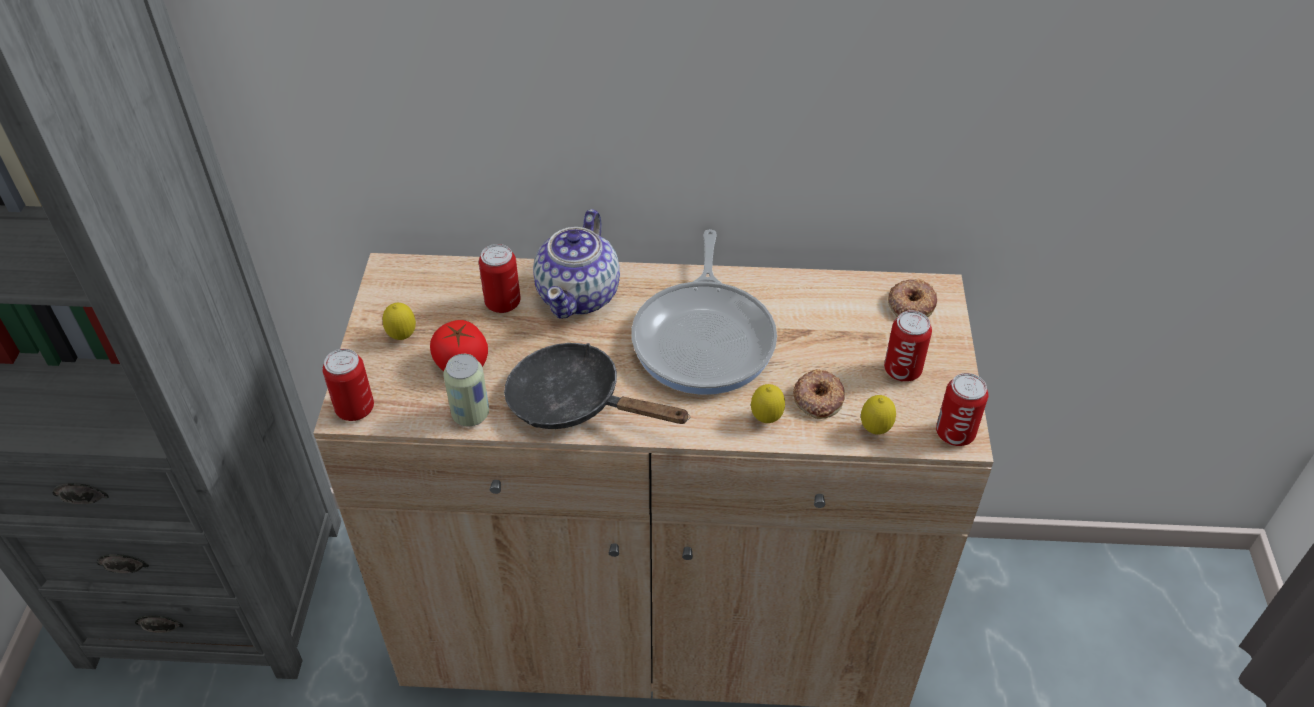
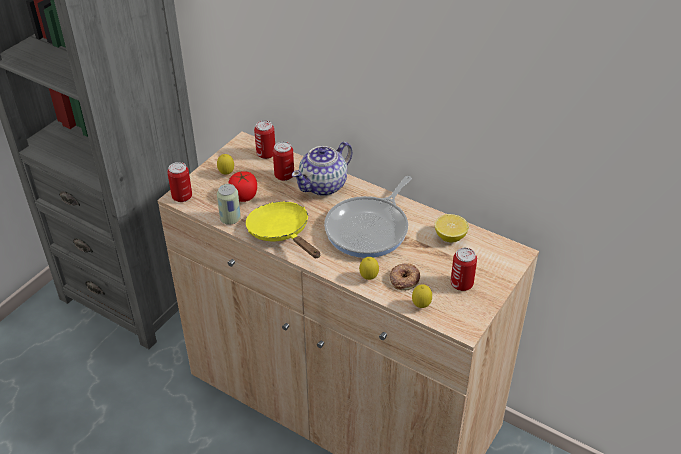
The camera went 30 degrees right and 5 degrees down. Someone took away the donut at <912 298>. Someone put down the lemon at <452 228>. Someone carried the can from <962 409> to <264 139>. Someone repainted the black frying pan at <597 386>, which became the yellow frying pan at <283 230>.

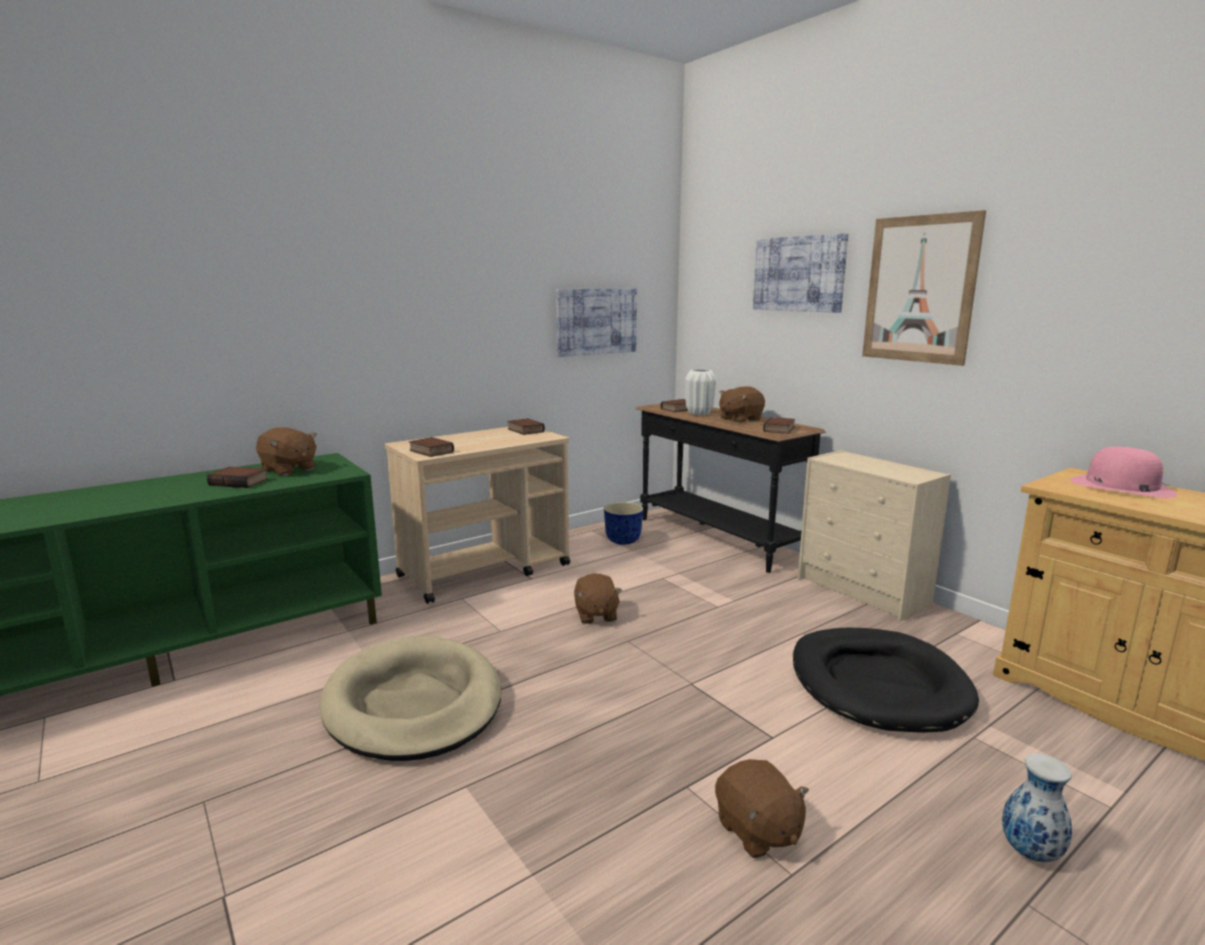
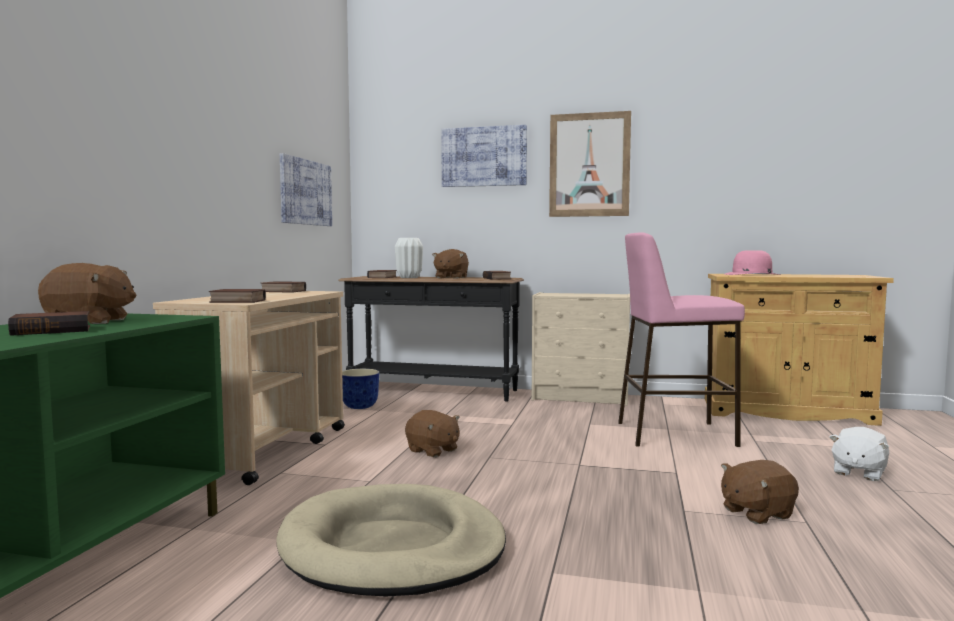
The camera went 40 degrees left and 10 degrees down. Someone swapped the black dog bed at <886 680> for the pink stool at <681 339>. Someone swapped the vase at <1037 807> for the white plush toy at <859 454>. Someone rotated the brown plush toy at <762 808> by 135 degrees clockwise.

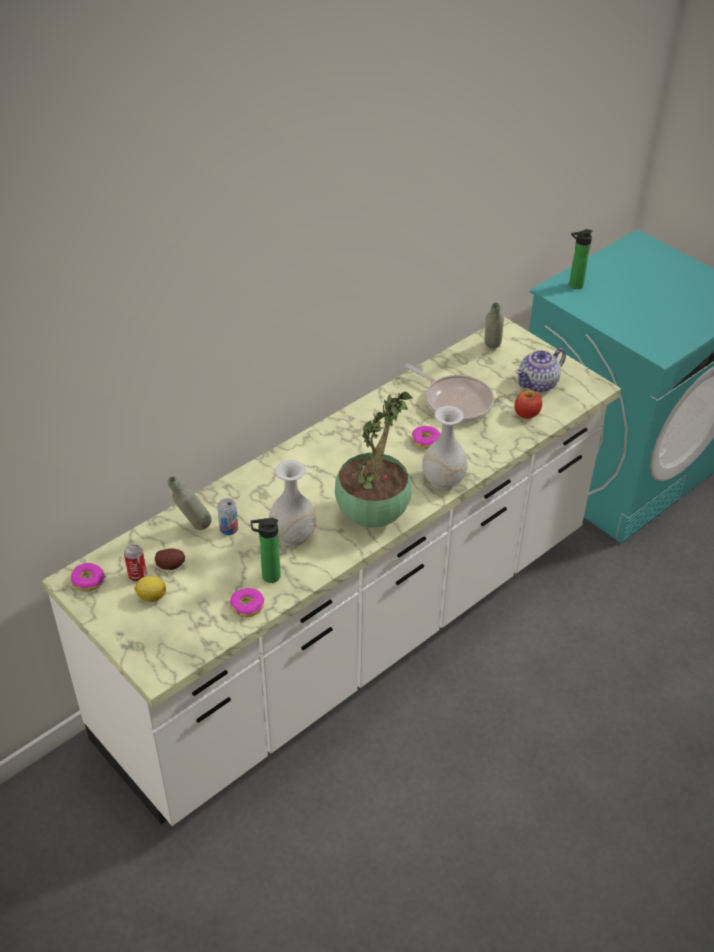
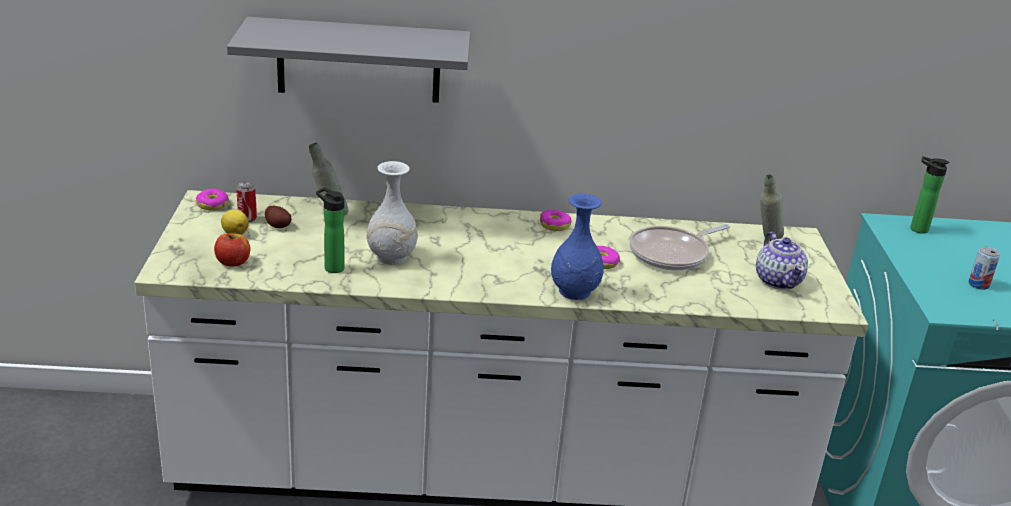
The camera went 40 degrees right and 15 degrees down. Someone took away the potted plant at <374 460>. Someone put up the grey shelf at <349 60>. Someone carried the can from <227 516> to <984 268>. Someone carried the donut from <247 602> to <555 220>. Someone carried the apple from <528 405> to <232 249>. Someone repainted the white vase at <445 448>, which became the blue vase at <577 247>. Someone rotated the frying pan at <449 393> by 60 degrees clockwise. Someone rotated the teapot at <541 370> by 105 degrees counterclockwise.

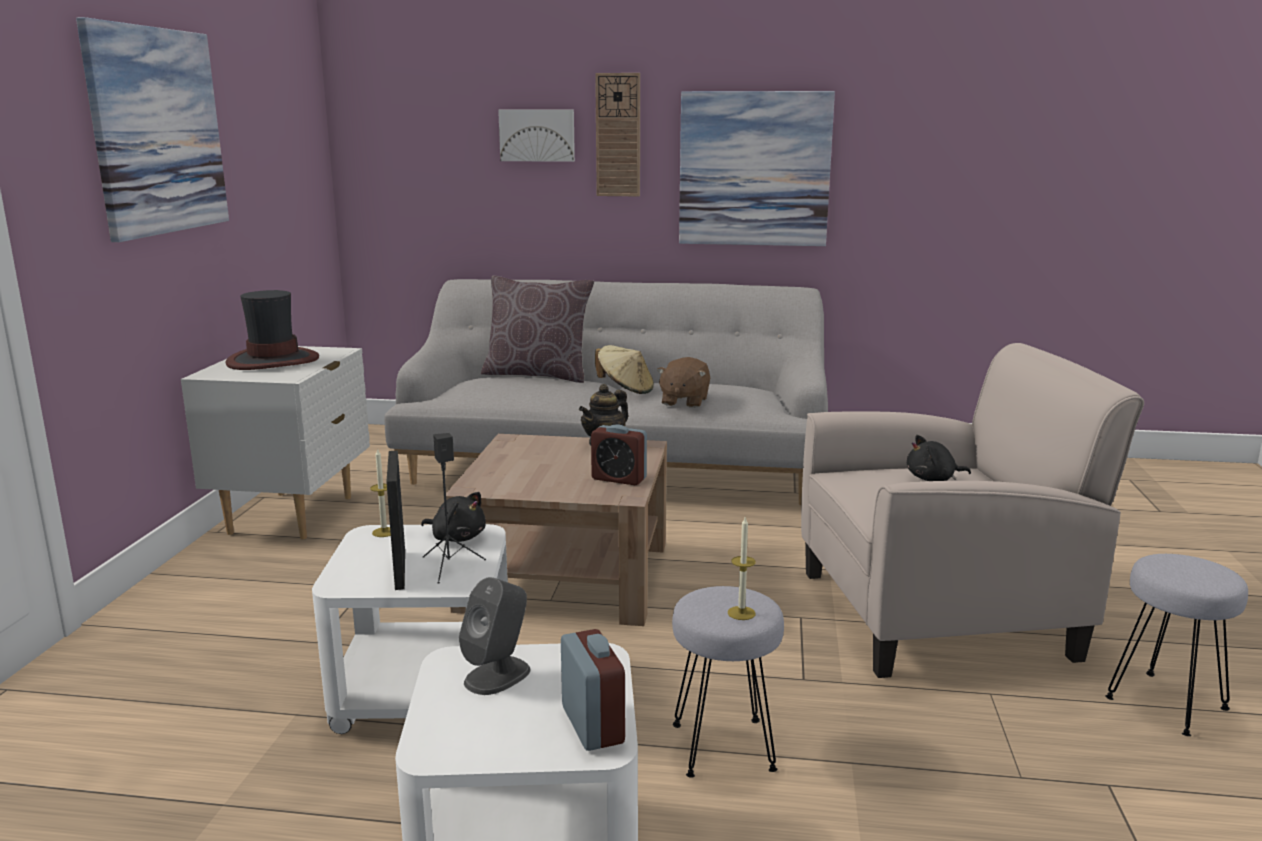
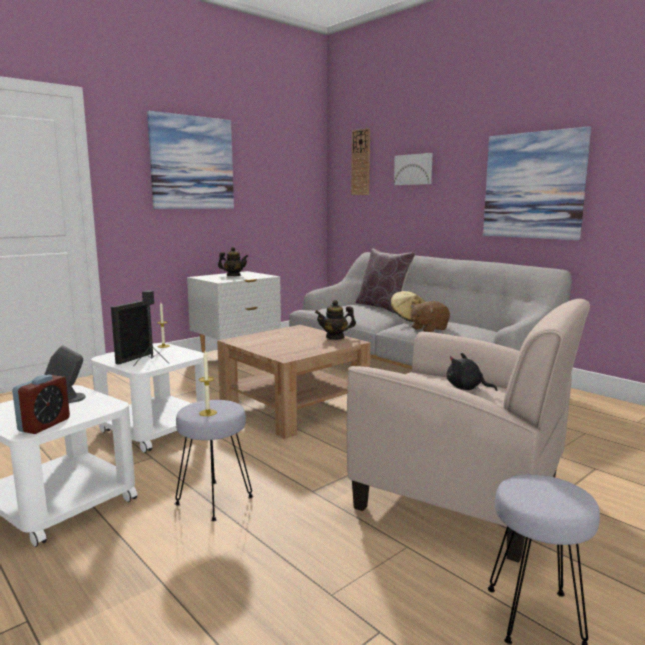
The camera went 40 degrees right and 5 degrees down. Someone took away the black plush toy at <453 517>. Someone took away the alarm clock at <619 455>. Someone carried the wall clock from <617 134> to <360 161>. Someone swapped the hat at <272 330> for the teapot at <233 261>.

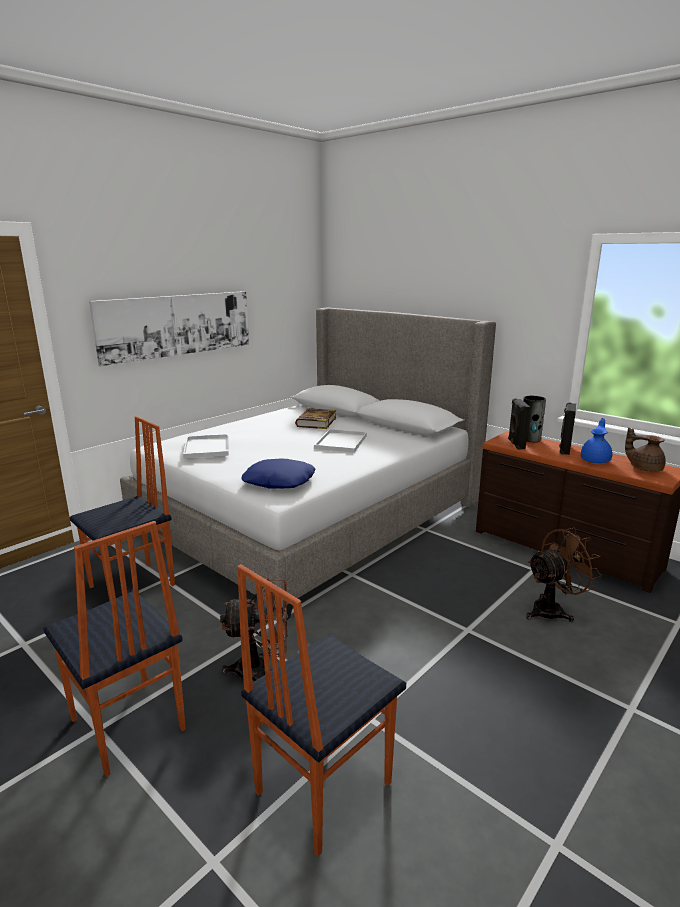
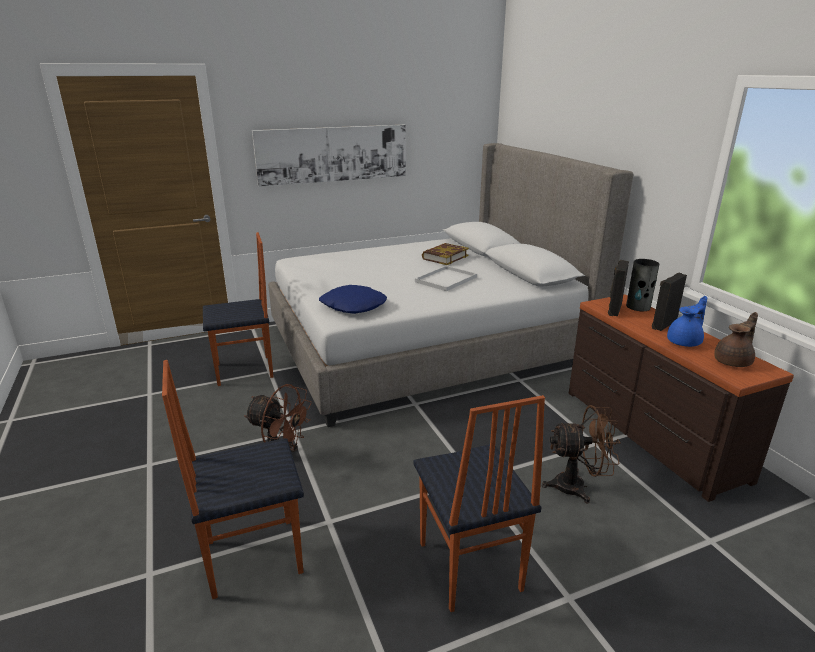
The camera went 25 degrees right and 5 degrees up. Someone took away the white tray at <206 446>. Someone carried the chair from <114 649> to <479 503>. Someone rotated the brown teapot at <645 449> by 90 degrees clockwise.

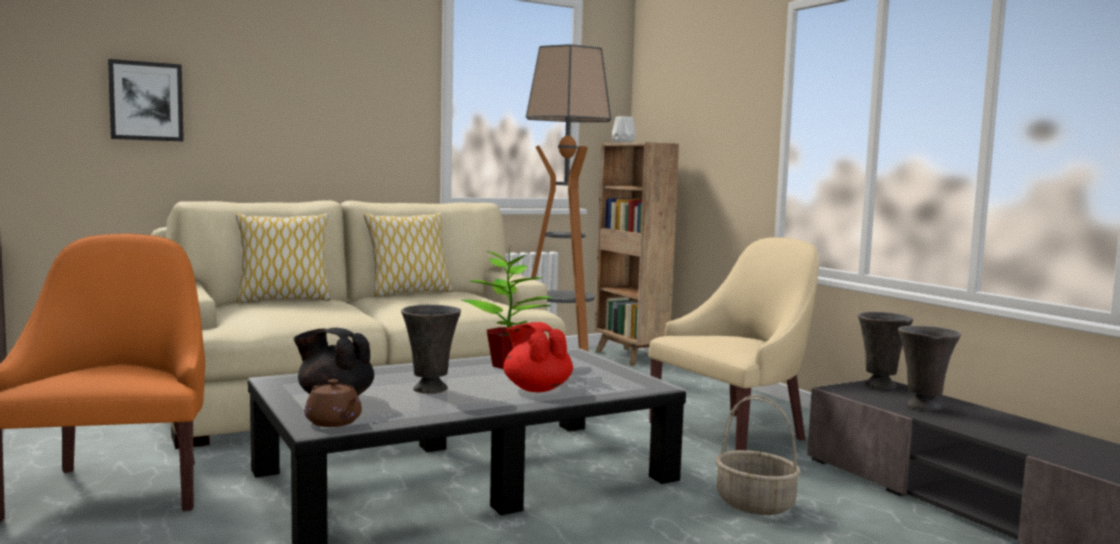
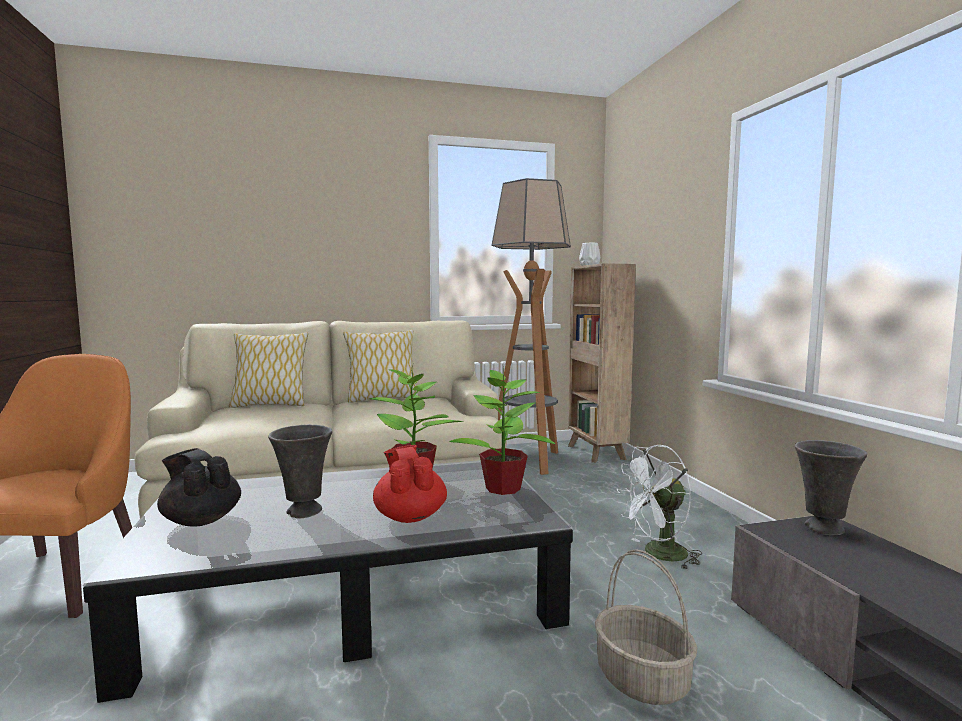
The camera went 15 degrees right and 0 degrees up. Someone took away the picture at <146 100>. Someone took away the brown teapot at <333 403>. Someone took away the grey vase at <929 368>. Someone put down the potted plant at <502 430>. Someone swapped the beige armchair at <733 344> for the white fan at <659 507>.

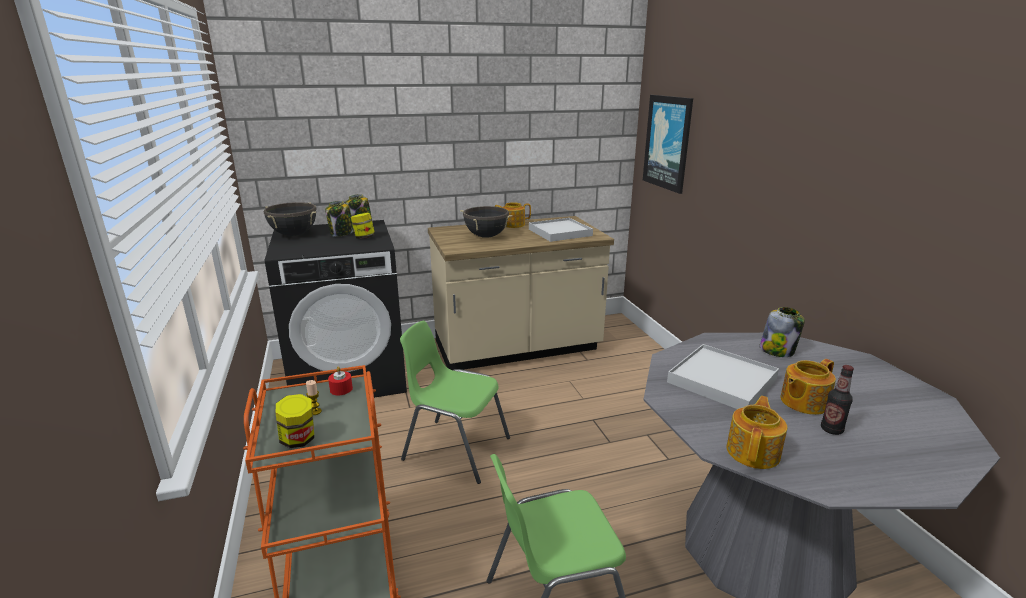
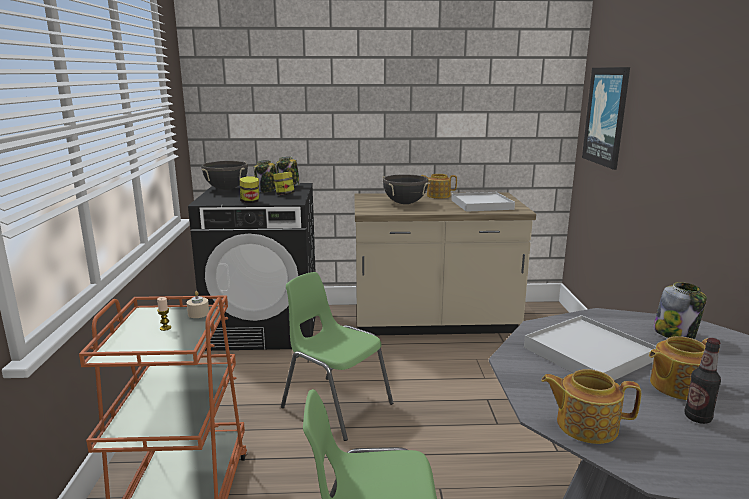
The camera went 15 degrees right and 5 degrees down. Someone carried the jar from <294 421> to <249 189>. Someone repainted the red candle at <340 380>, which became the beige candle at <198 304>. Someone rotated the teapot at <756 432> by 120 degrees counterclockwise.

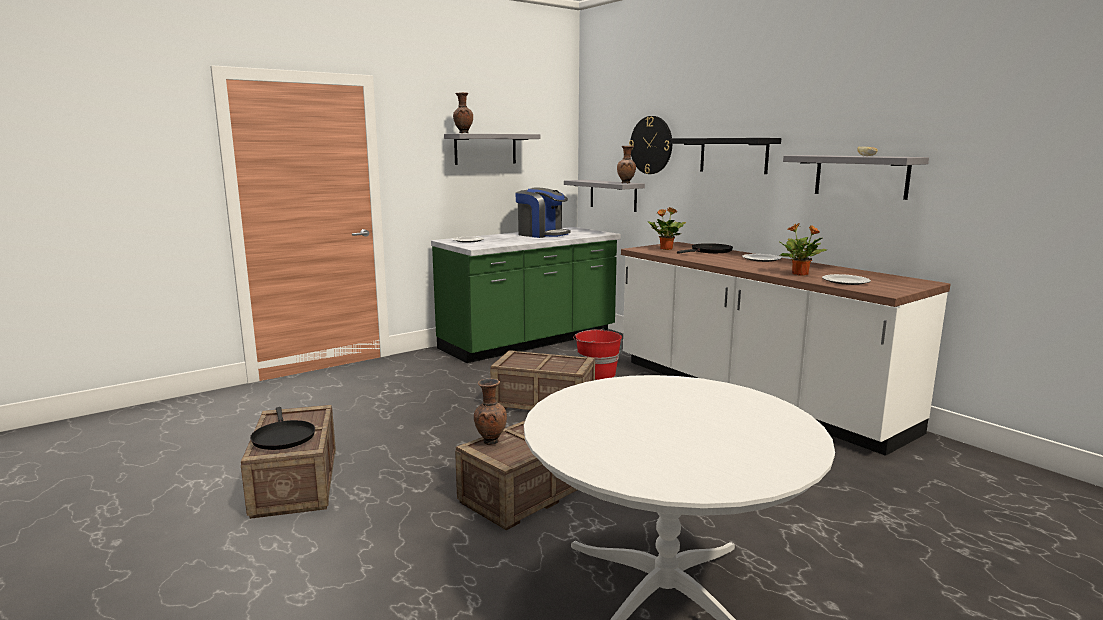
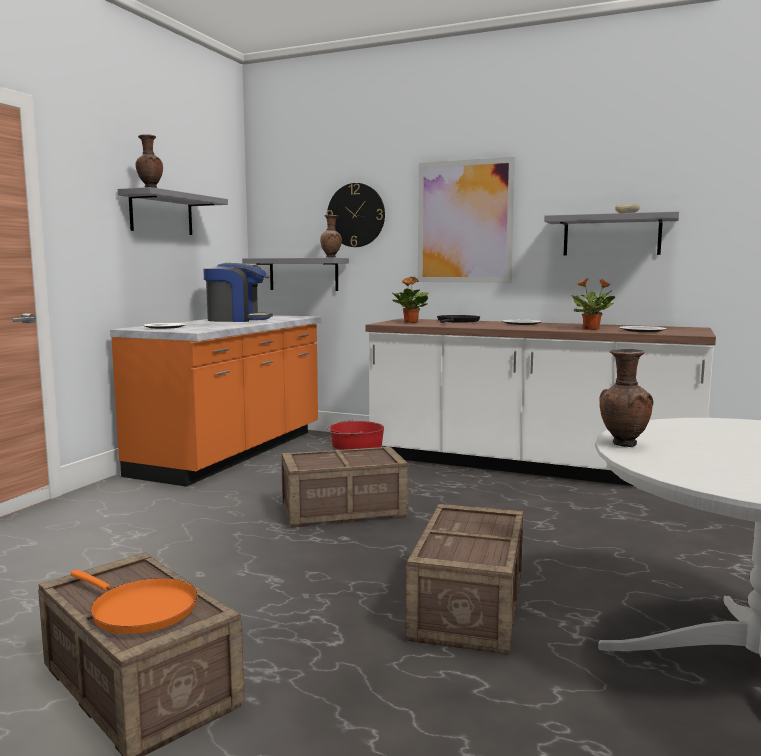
The camera went 30 degrees left and 5 degrees down. Someone carried the brown vase from <490 412> to <626 398>. Someone swapped the black shelf at <725 156> for the picture at <466 220>. Someone repainted the black frying pan at <282 428>, which became the orange frying pan at <134 601>. Someone repainted the green counter at <526 295>, which became the orange counter at <216 401>.

